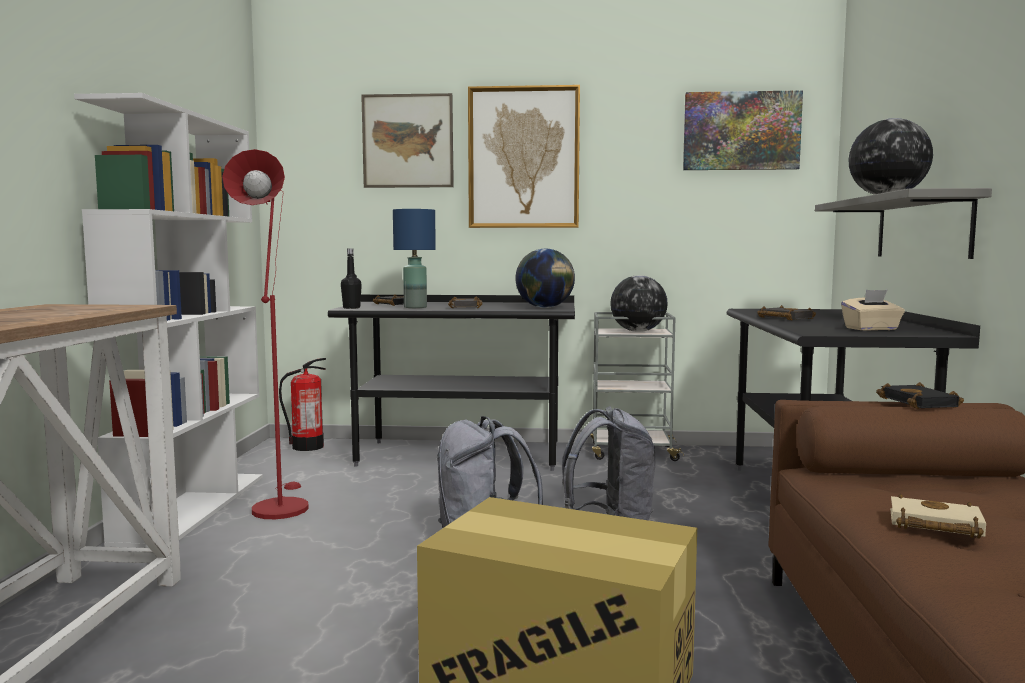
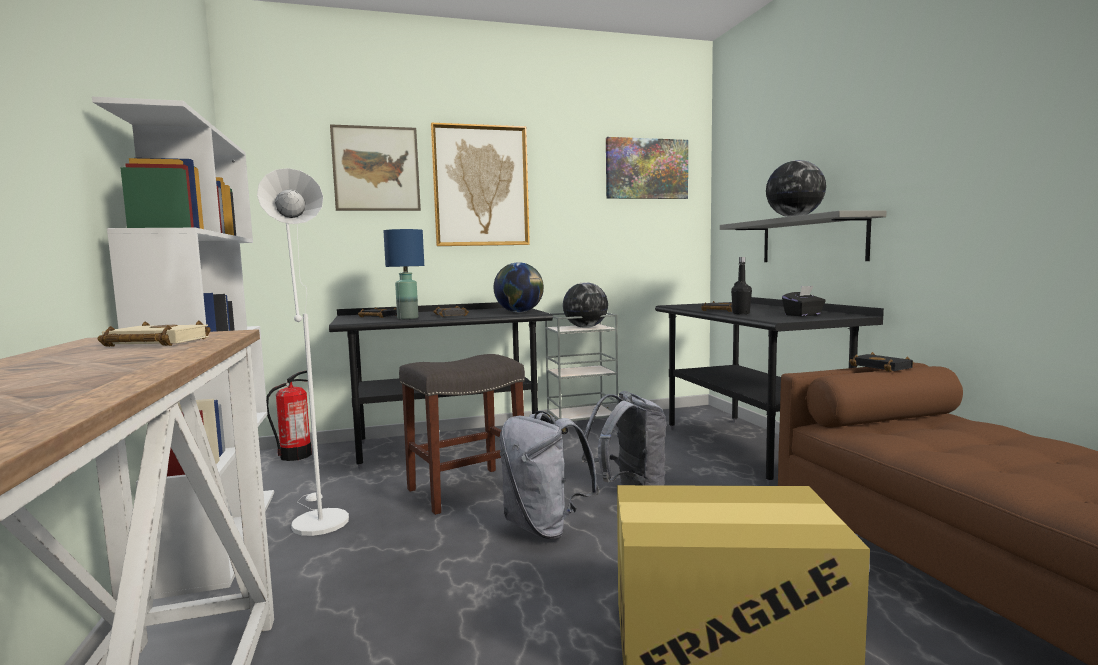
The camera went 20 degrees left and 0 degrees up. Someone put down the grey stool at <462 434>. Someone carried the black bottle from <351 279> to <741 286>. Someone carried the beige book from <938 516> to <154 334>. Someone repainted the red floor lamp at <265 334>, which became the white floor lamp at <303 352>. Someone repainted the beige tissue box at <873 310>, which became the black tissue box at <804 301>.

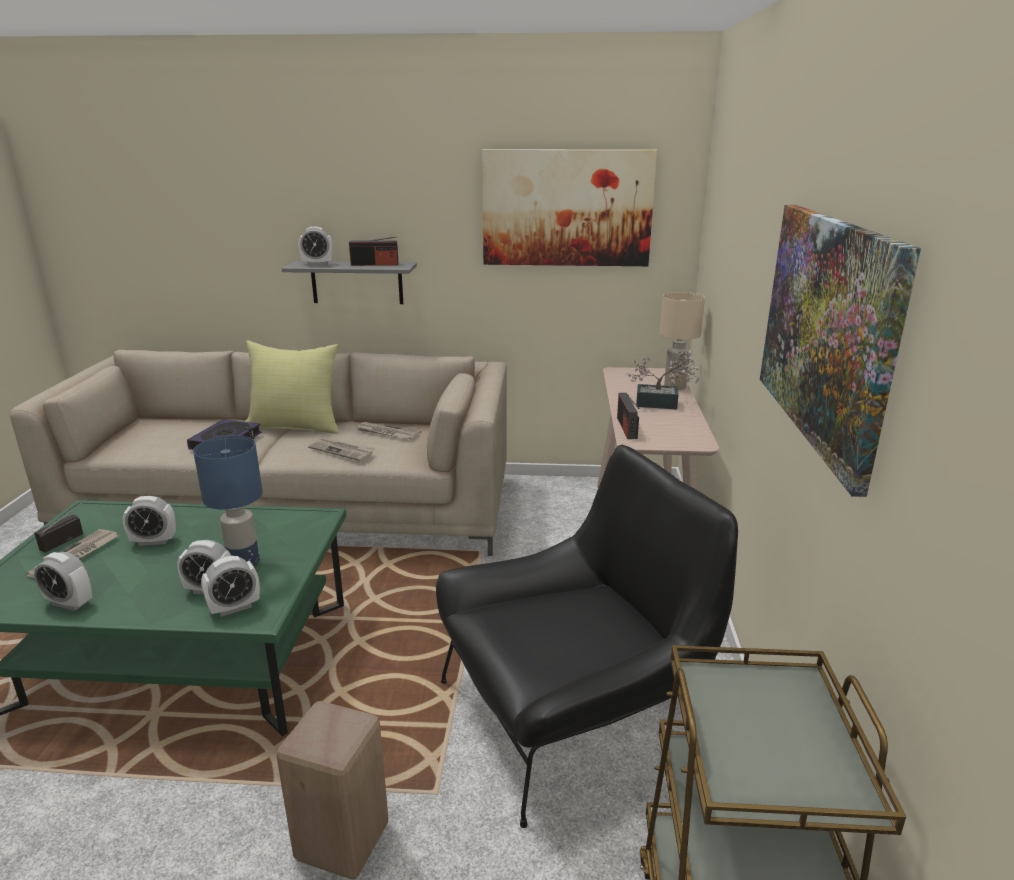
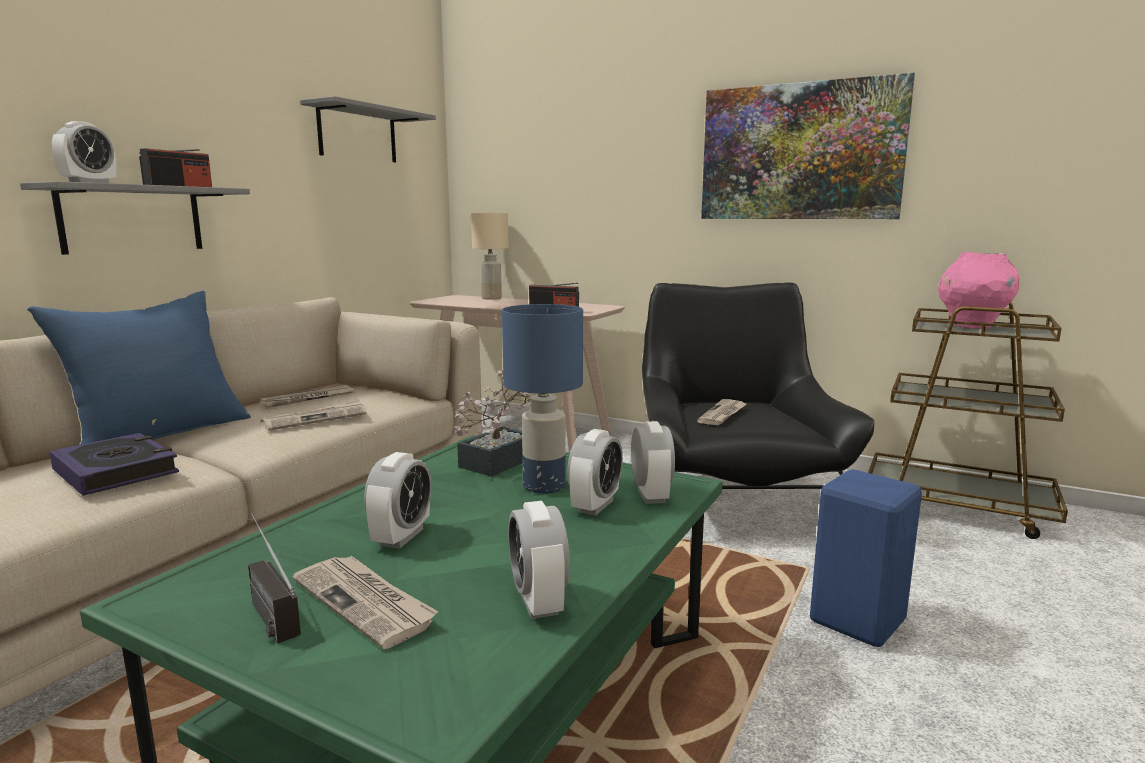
The camera went 65 degrees left and 10 degrees down. Someone put down the newspaper at <722 412>. Someone put down the pink vase at <978 290>. Someone carried the potted plant from <662 379> to <503 423>. Someone swapped the picture at <569 207> for the grey shelf at <368 129>. Someone repainted the yellow pillow at <292 387>, which became the blue pillow at <139 368>. Someone repainted the beige stool at <332 790>, which became the blue stool at <866 558>. Someone rotated the alarm clock at <63 581> by 120 degrees clockwise.

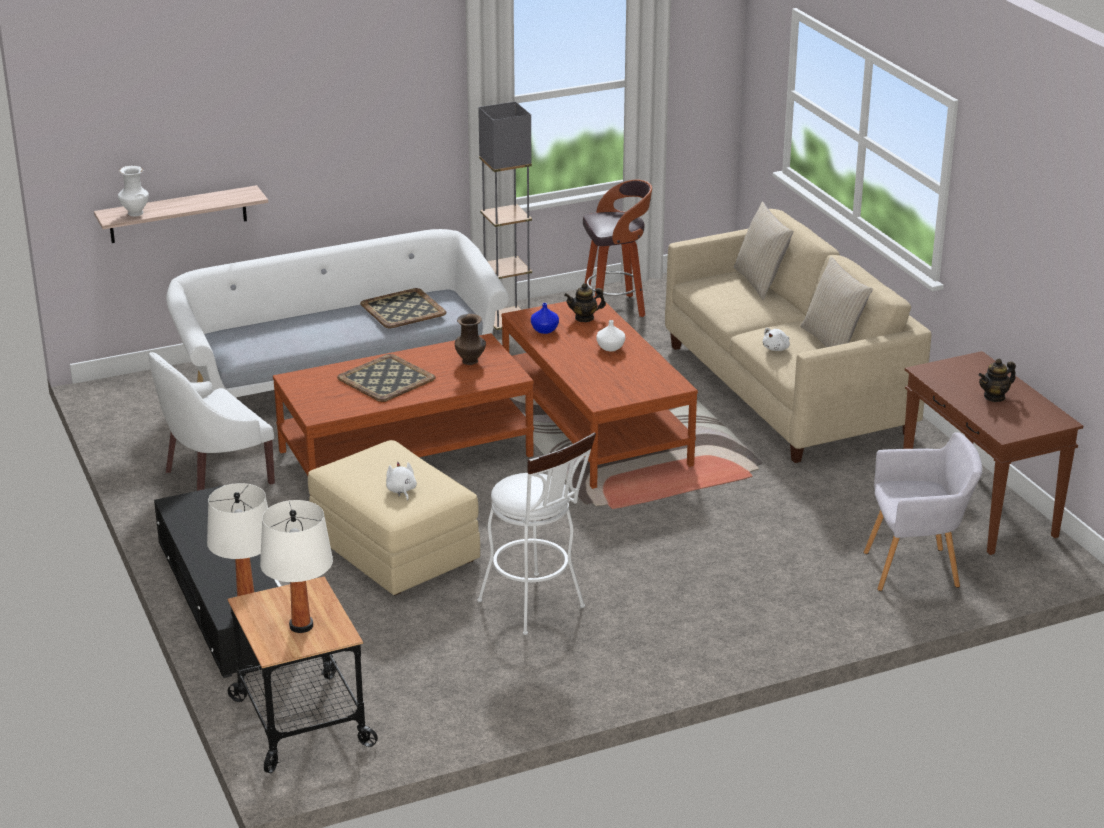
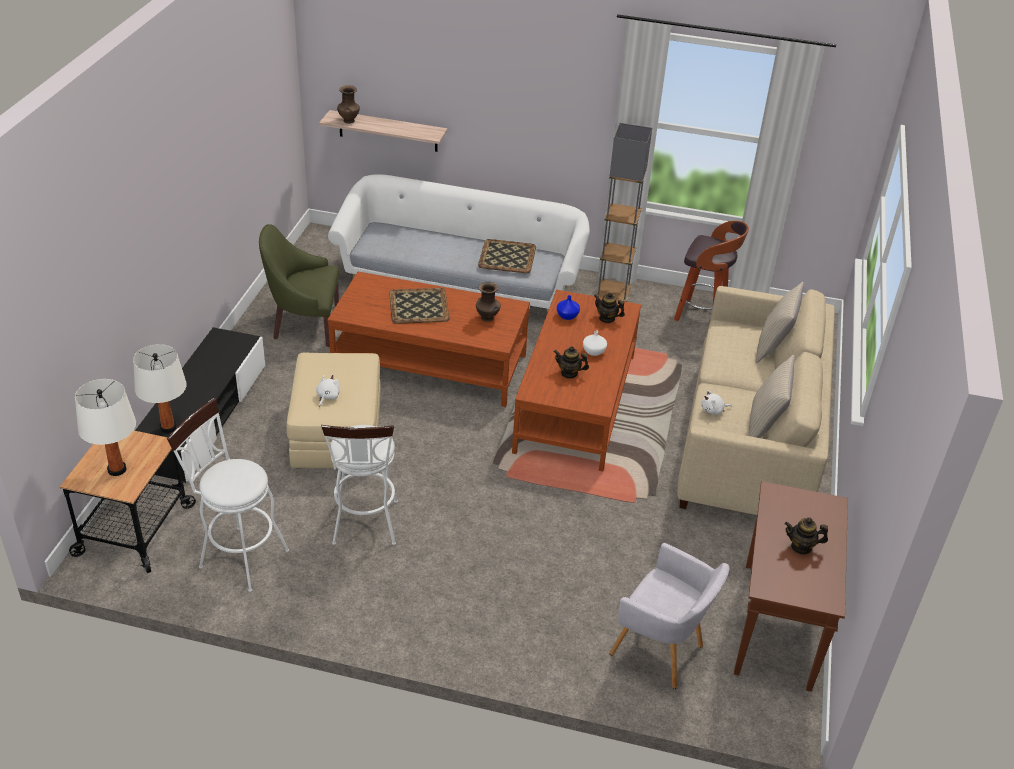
The camera went 35 degrees right and 10 degrees up. Someone put down the white stool at <228 495>. Someone put down the teapot at <571 362>. Someone repainted the white vase at <133 191>, which became the brown vase at <348 104>. Someone repainted the white armchair at <211 421>, which became the green armchair at <299 285>.

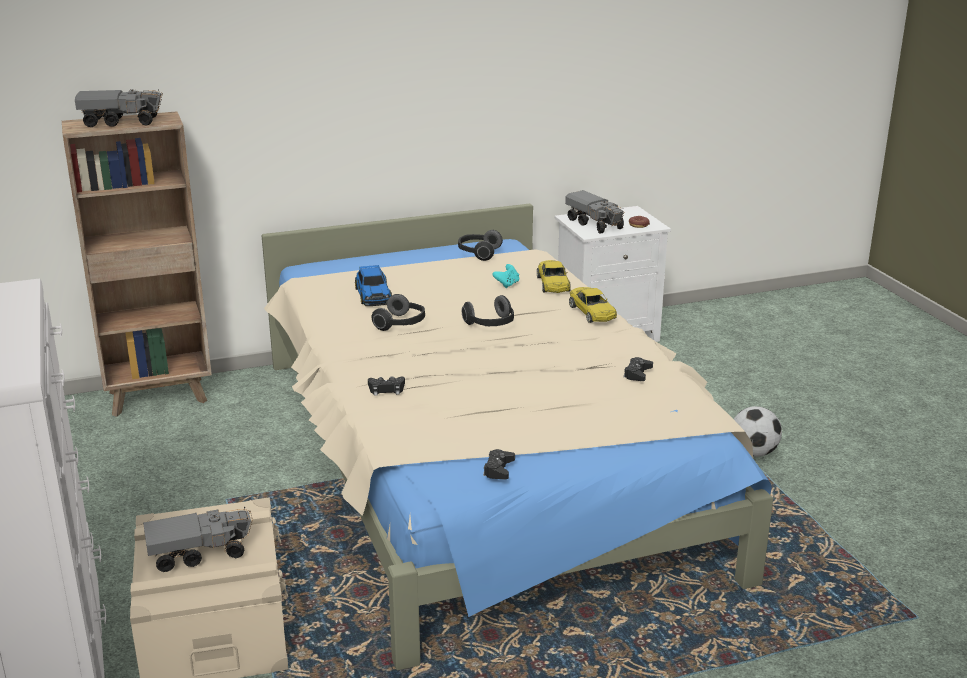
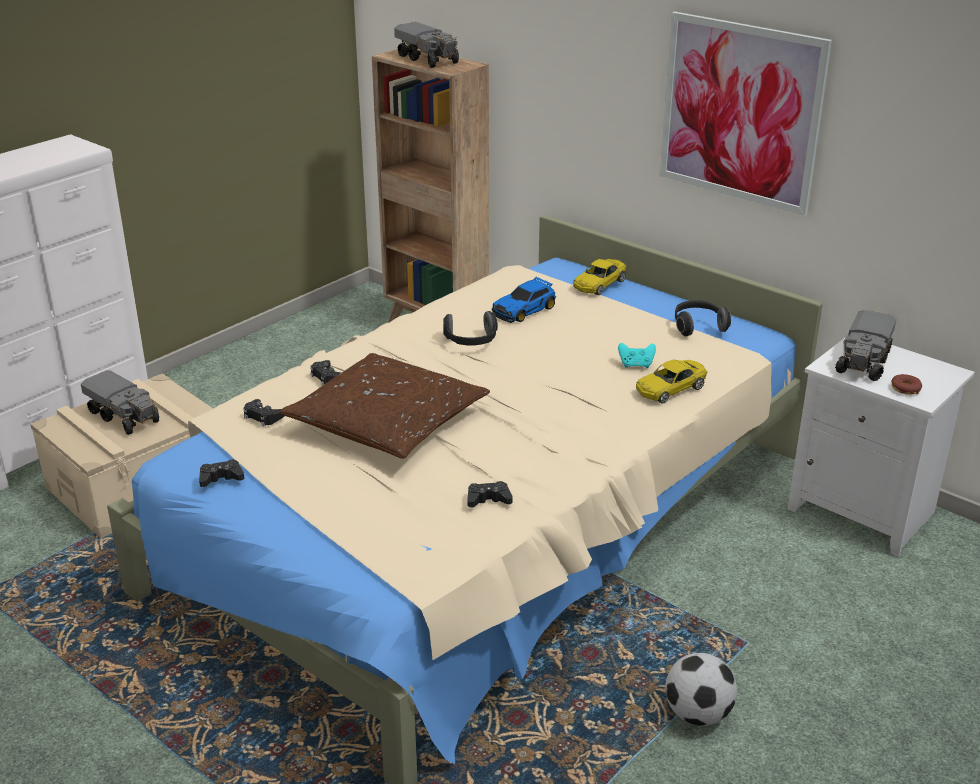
The camera went 60 degrees right and 5 degrees up. Someone took away the headphones at <488 310>. Someone put down the black game controller at <264 413>. Someone put down the brown pillow at <385 406>. Someone put up the picture at <746 114>. Someone carried the yellow toy car from <593 305> to <600 277>.

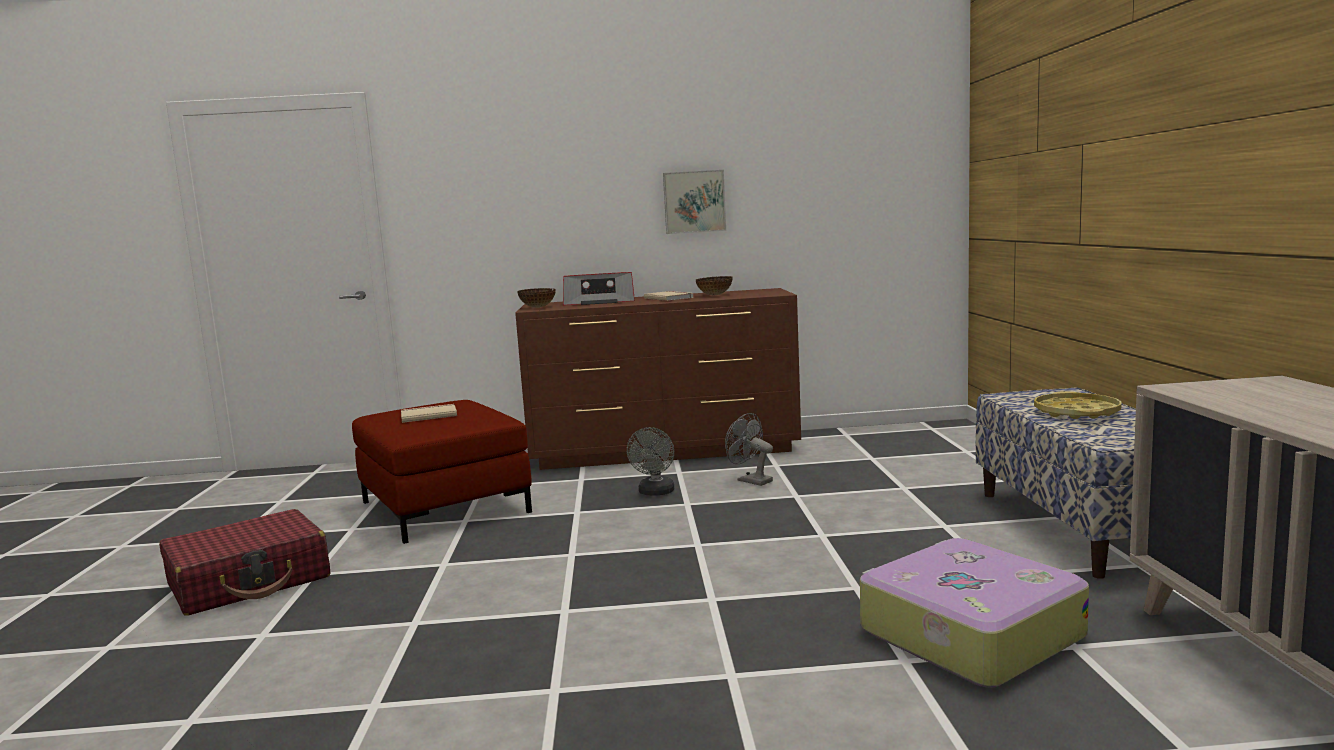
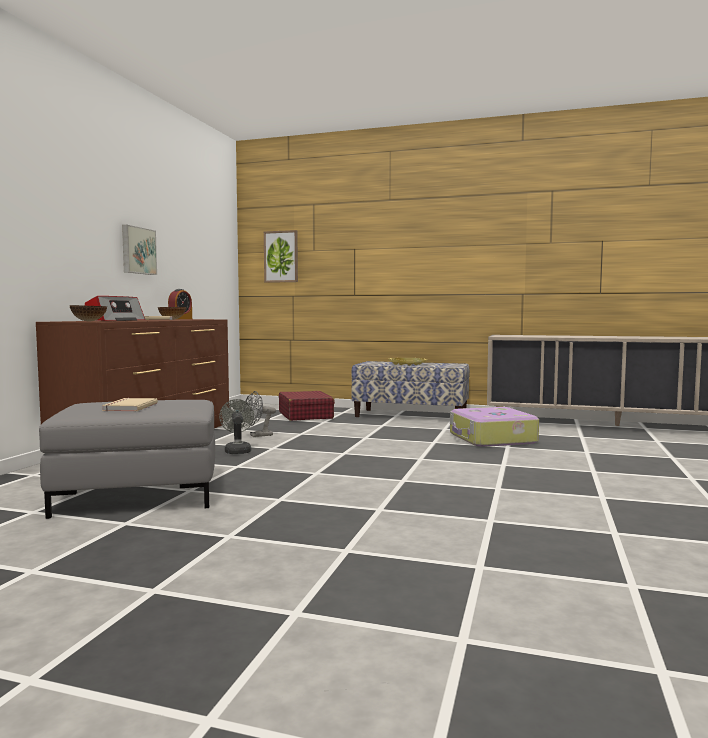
The camera went 70 degrees left and 5 degrees down. Someone put down the alarm clock at <180 304>. Someone put up the picture at <281 256>. Someone carried the red suitcase from <245 562> to <307 406>. Someone repainted the red ottoman at <442 472>, which became the grey ottoman at <127 459>. Someone rotated the grey fan at <650 461> by 135 degrees counterclockwise.

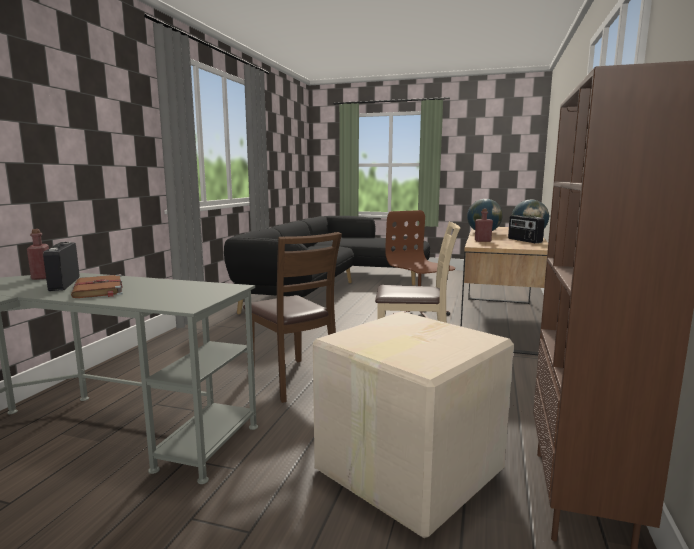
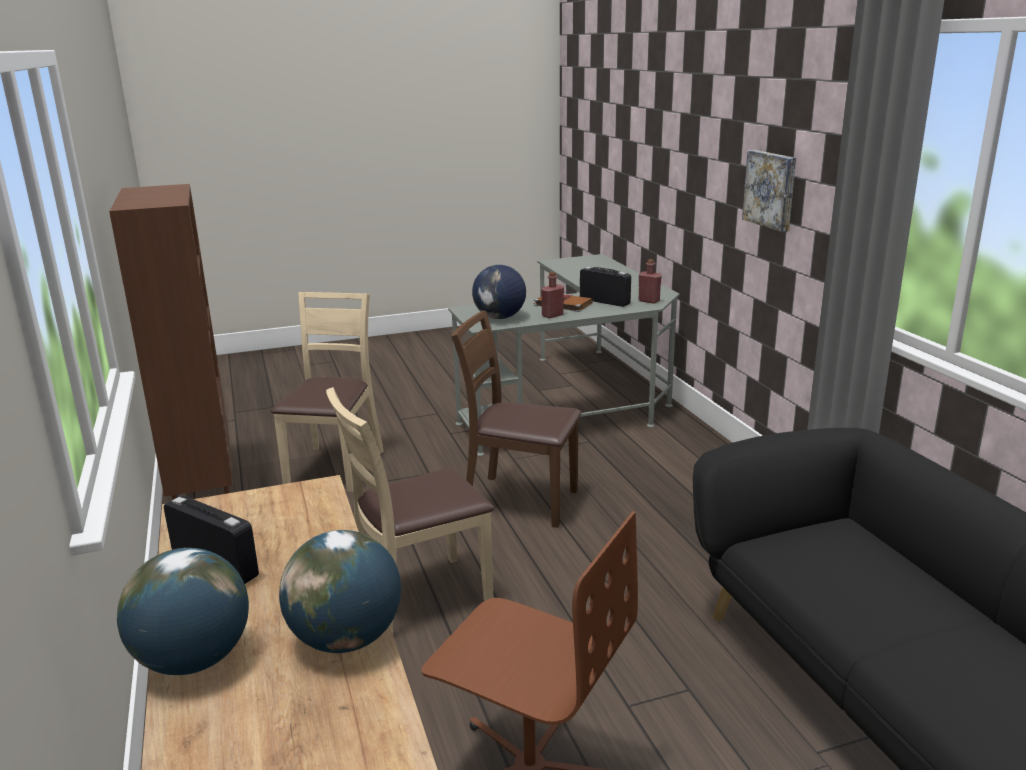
The camera went 145 degrees right and 10 degrees up. Someone put down the globe at <499 292>. Someone put up the picture at <769 191>. Someone carried the red bottle from <484 225> to <552 295>. Someone swapped the cardboard box at <413 425> for the beige chair at <327 392>.

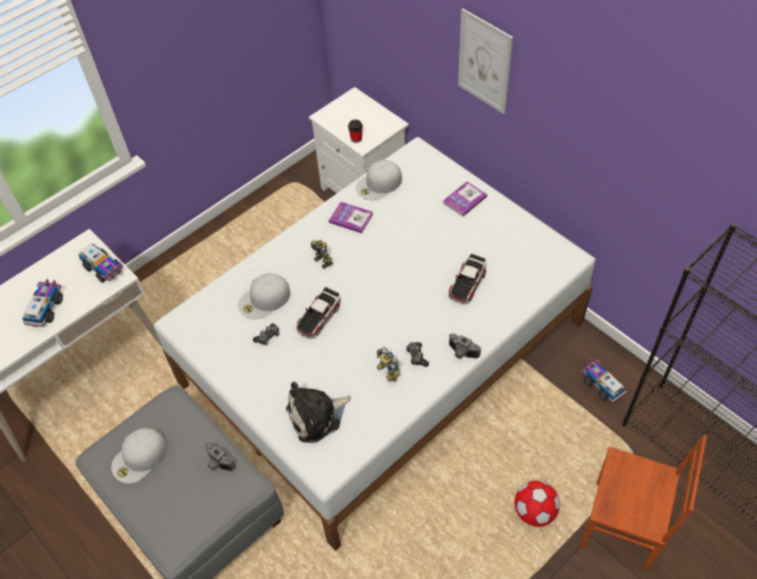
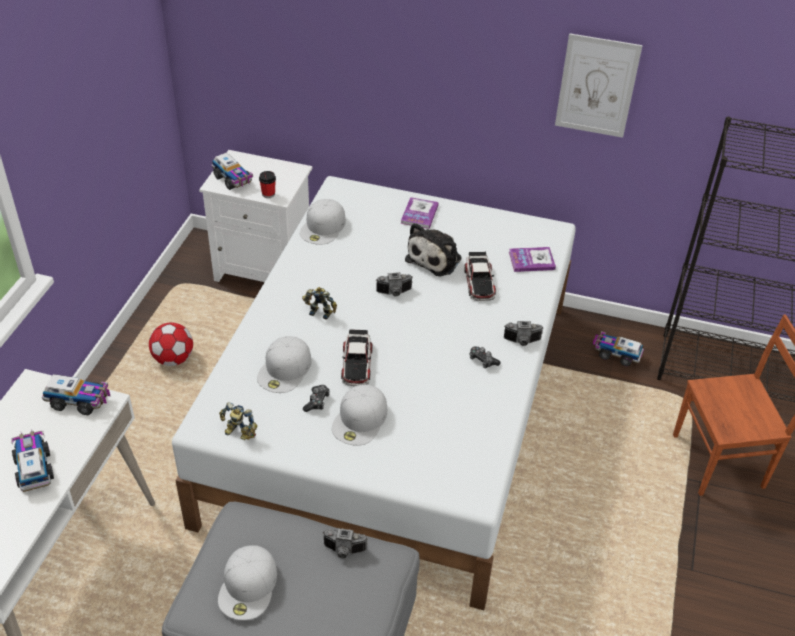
The camera went 35 degrees left and 10 degrees down. Someone put down the toy truck at <232 171>. Someone put down the white cap at <359 415>. Someone put down the photo camera at <394 284>. Someone carried the plush toy from <318 412> to <433 249>. Someone carried the book from <351 217> to <532 259>. Someone carried the toy robot from <388 364> to <238 421>. Someone carried the picture from <485 61> to <599 85>. Someone carried the football from <537 504> to <171 344>.

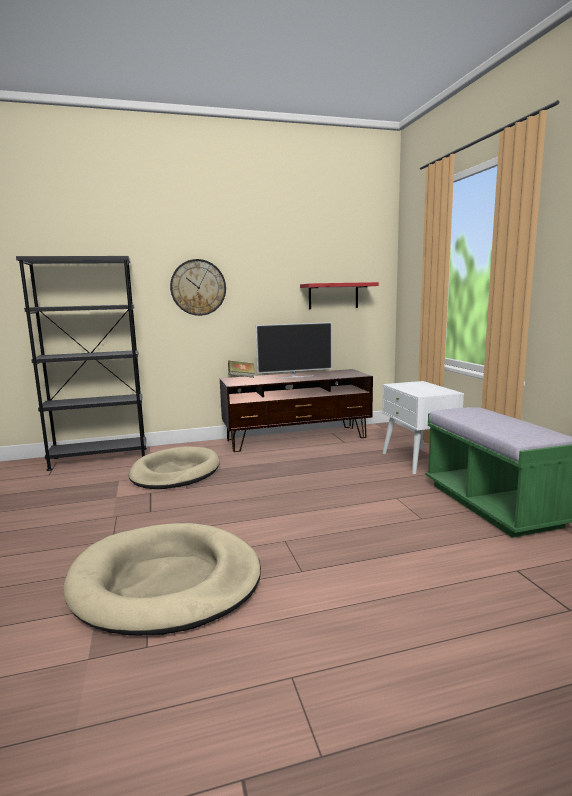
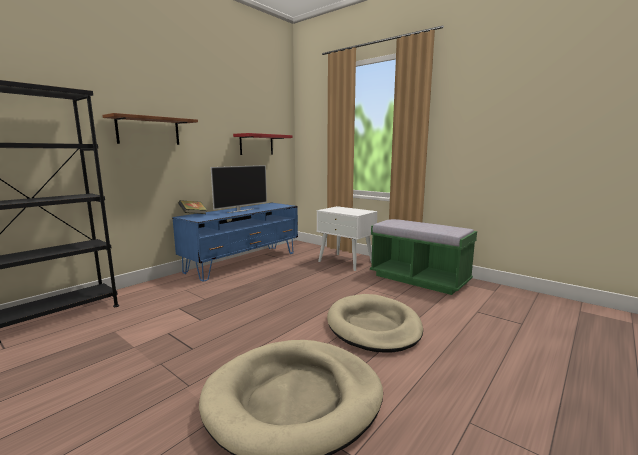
The camera went 35 degrees left and 0 degrees up. Someone carried the beige dog bed from <174 467> to <375 323>. Someone swapped the wall clock at <198 287> for the brown shelf at <150 129>. Someone repainted the brown tv stand at <296 410>, which became the blue tv stand at <235 242>.

